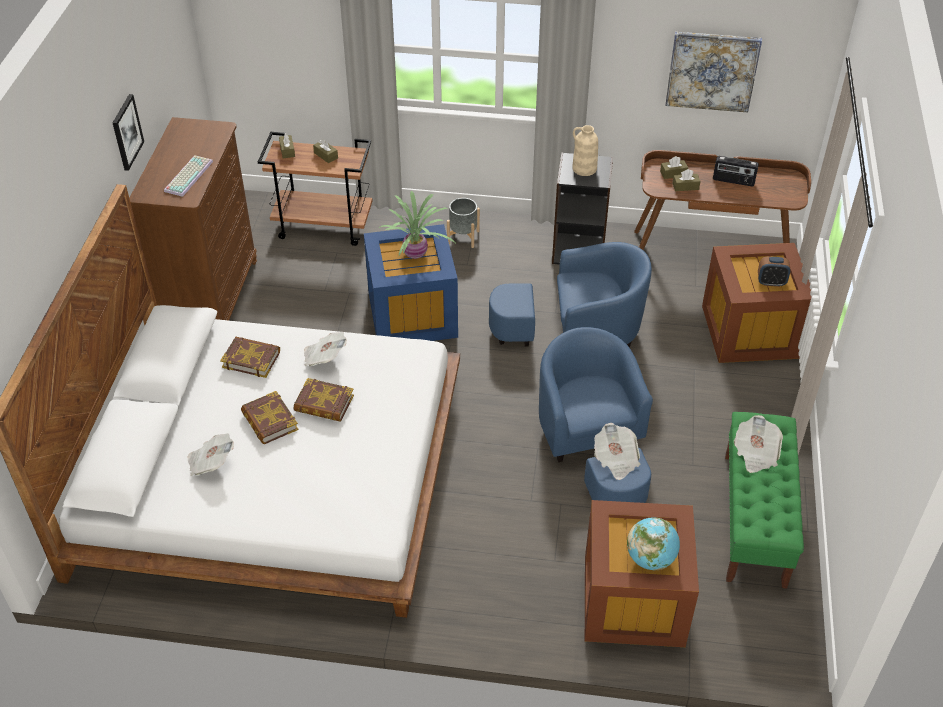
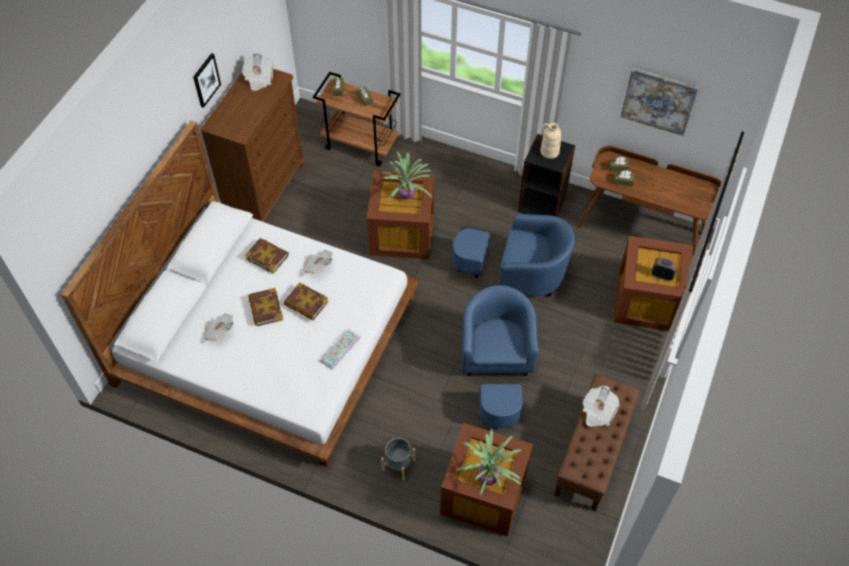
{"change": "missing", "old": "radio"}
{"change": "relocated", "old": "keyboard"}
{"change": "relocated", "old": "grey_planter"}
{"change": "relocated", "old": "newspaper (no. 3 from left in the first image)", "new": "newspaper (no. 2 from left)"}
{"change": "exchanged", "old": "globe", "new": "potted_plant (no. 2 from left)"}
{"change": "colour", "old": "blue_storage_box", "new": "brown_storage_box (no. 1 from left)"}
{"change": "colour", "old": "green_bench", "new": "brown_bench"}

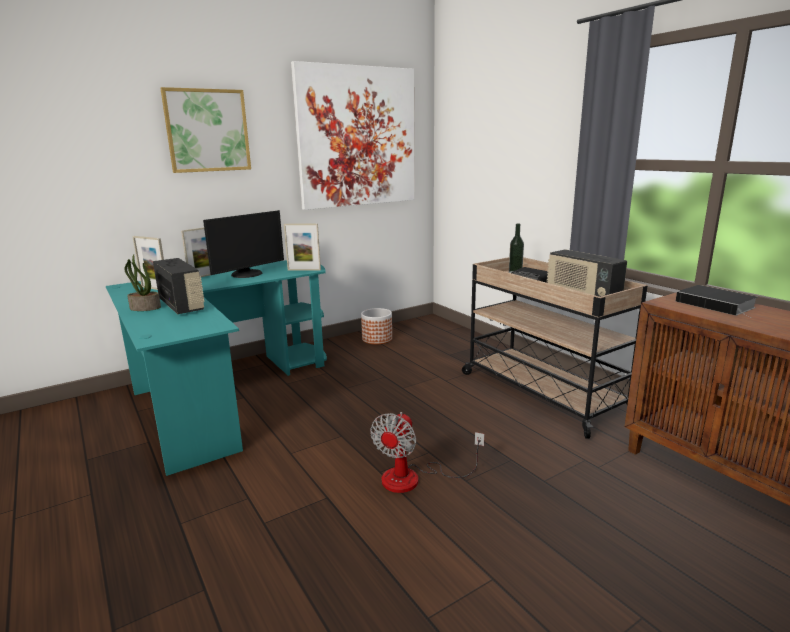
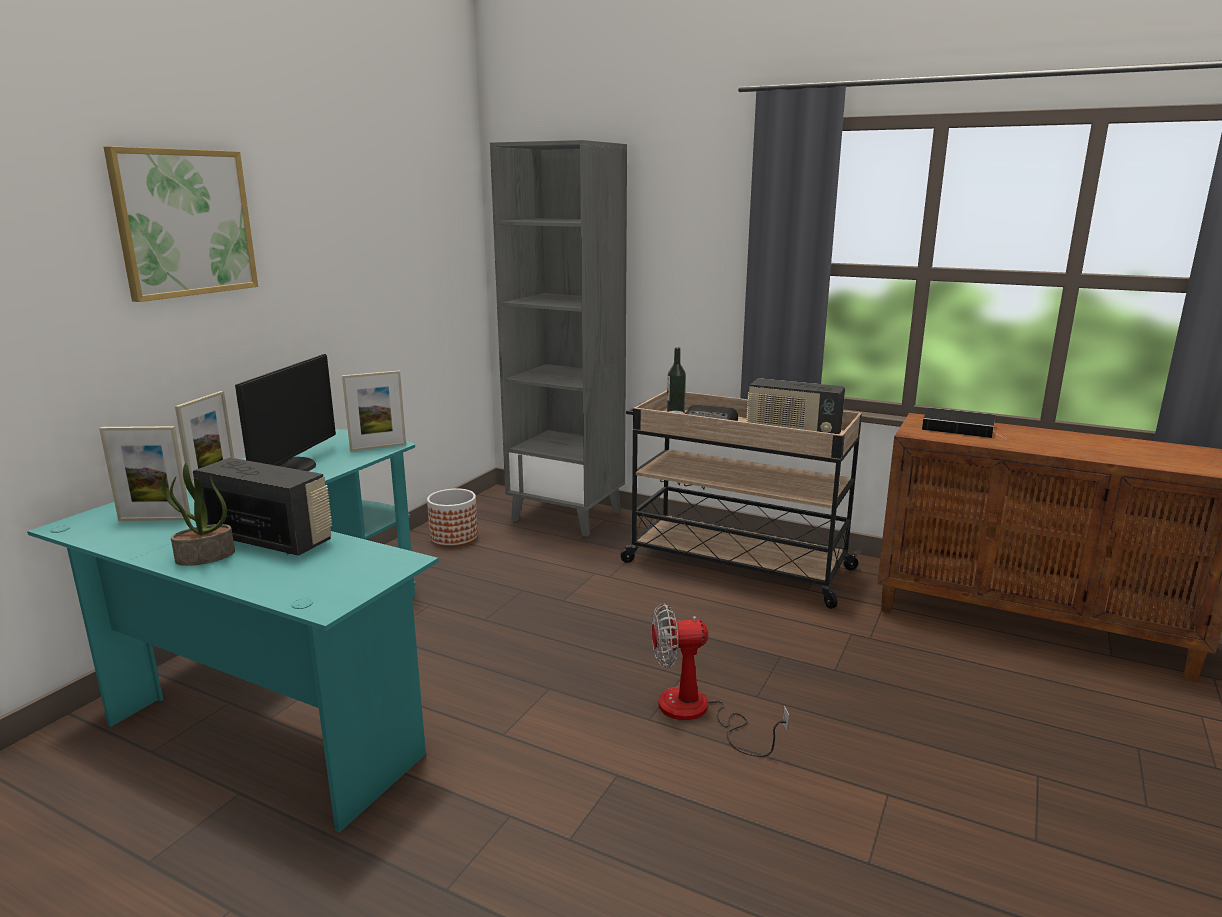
{"change": "missing", "old": "picture (no. 2 from left)"}
{"change": "appeared", "new": "grey_bookcase"}
{"change": "spun", "old": "fan", "degrees": 90}

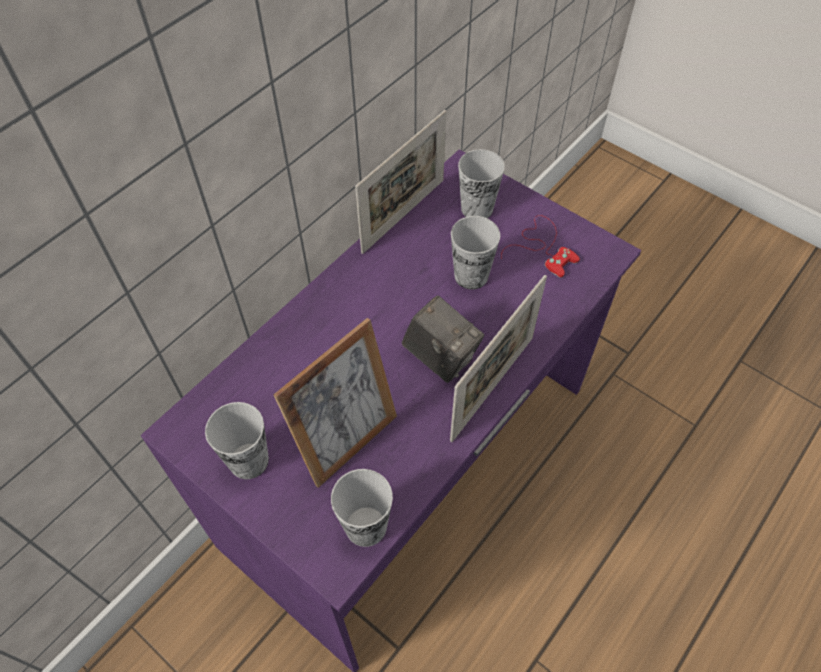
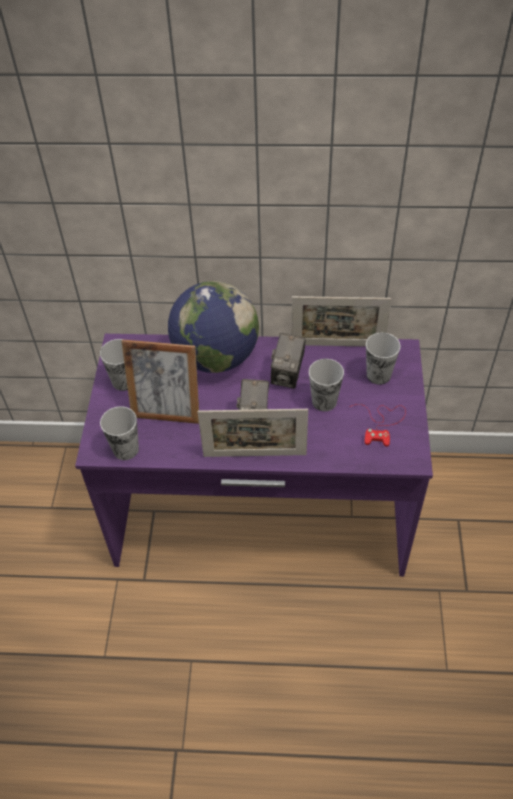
{"change": "appeared", "new": "globe"}
{"change": "appeared", "new": "photo_camera (no. 2 from left)"}

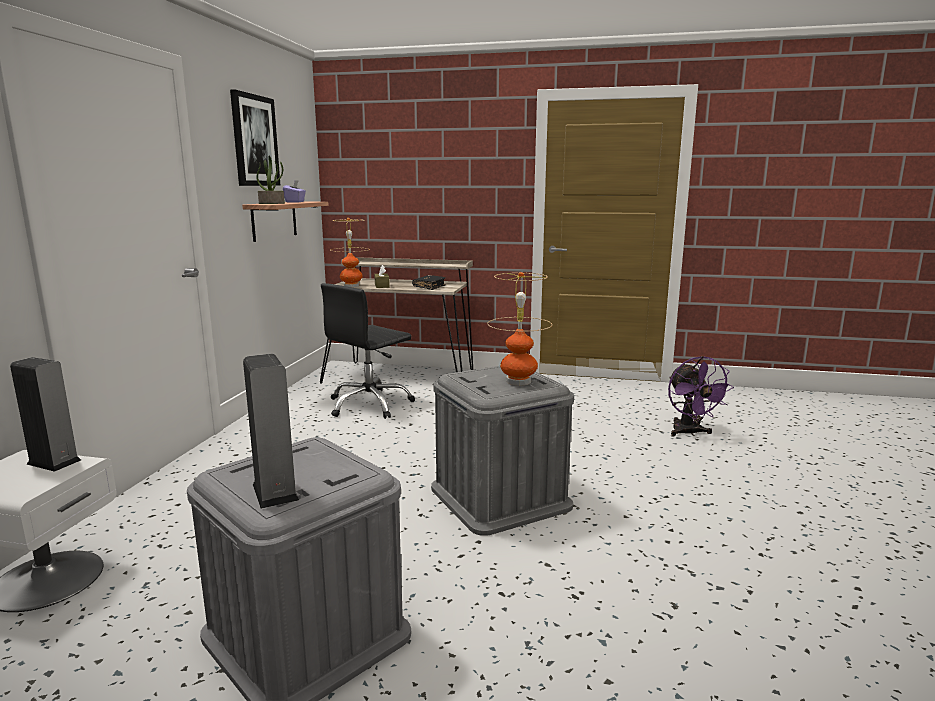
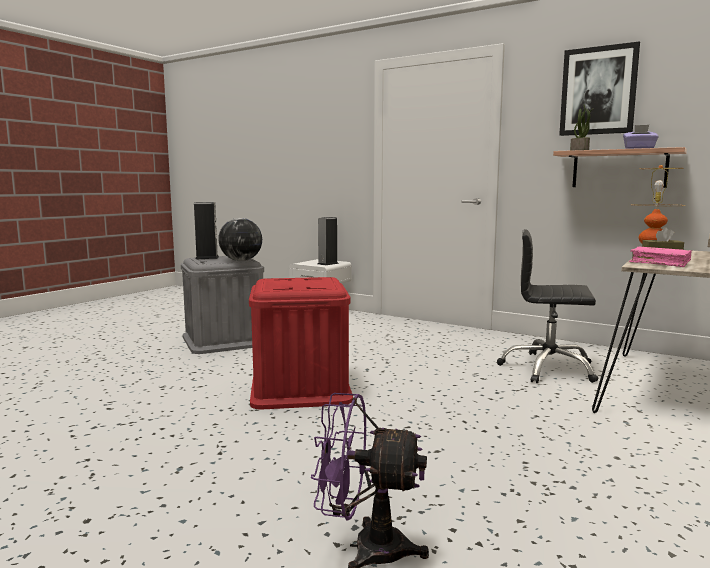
{"change": "missing", "old": "table_lamp (no. 2 from left)"}
{"change": "appeared", "new": "globe"}
{"change": "colour", "old": "black_book", "new": "pink_book"}
{"change": "colour", "old": "grey_storage_box (no. 2 from left)", "new": "red_storage_box"}
{"change": "spun", "old": "black_office_chair", "degrees": -45}

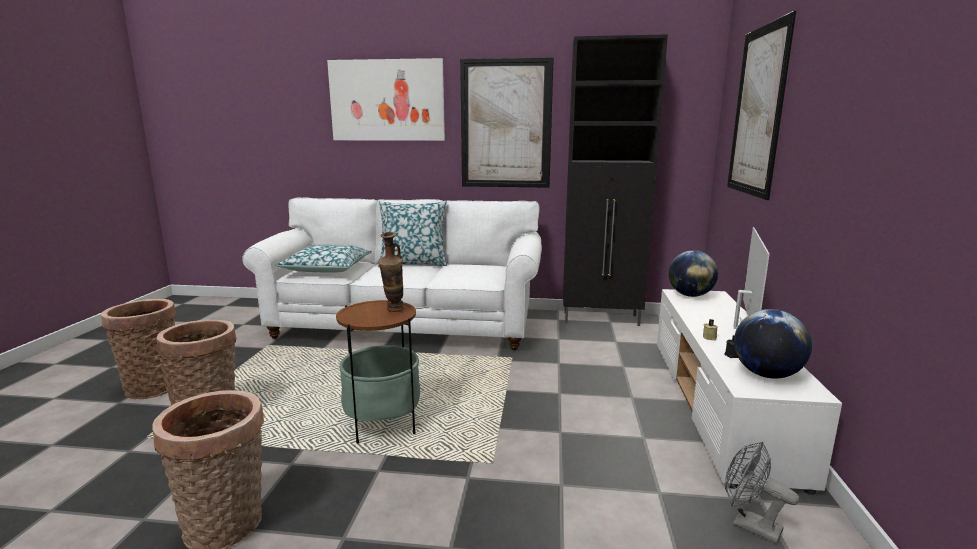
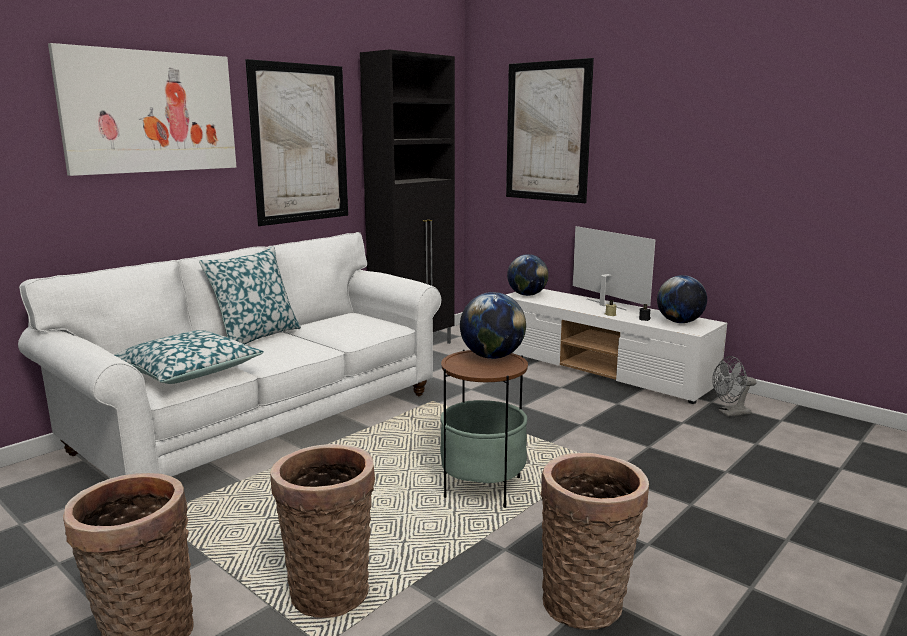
{"change": "exchanged", "old": "vase", "new": "globe (no. 1 from left)"}

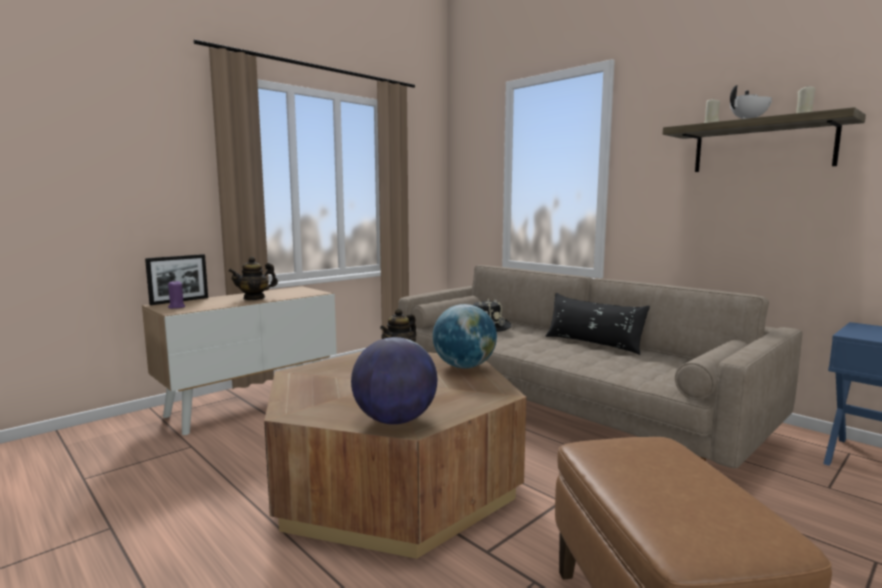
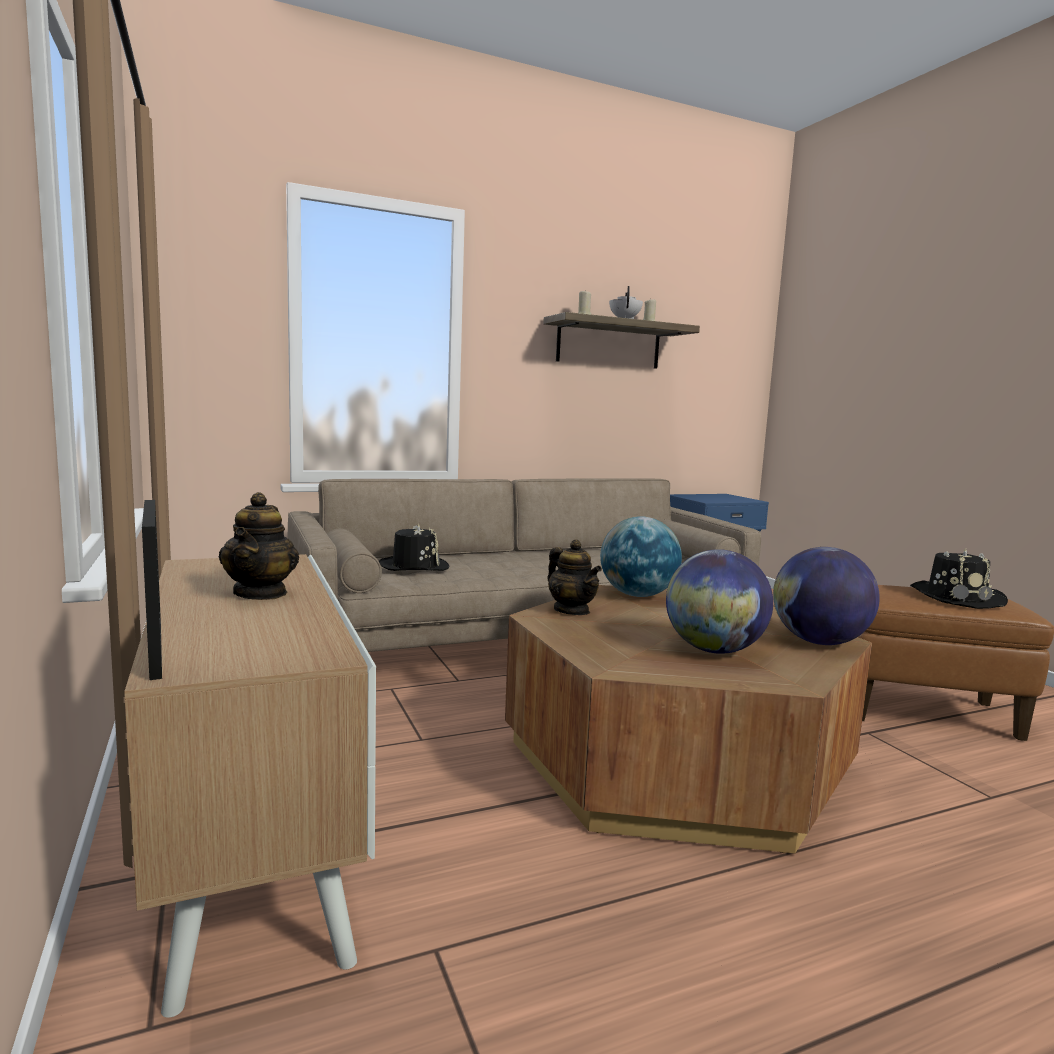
{"change": "missing", "old": "purple_candle"}
{"change": "missing", "old": "black_pillow"}
{"change": "appeared", "new": "globe (no. 2 from left)"}
{"change": "appeared", "new": "black_hat (no. 2 from left)"}

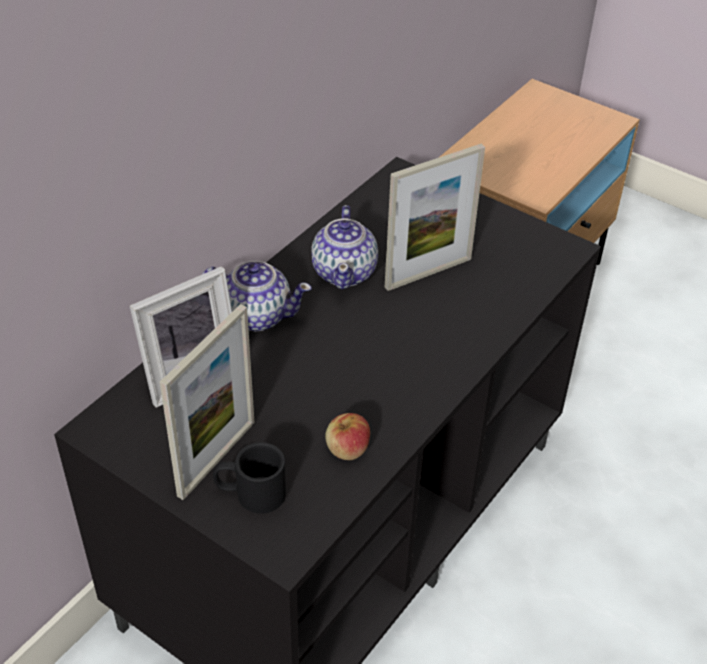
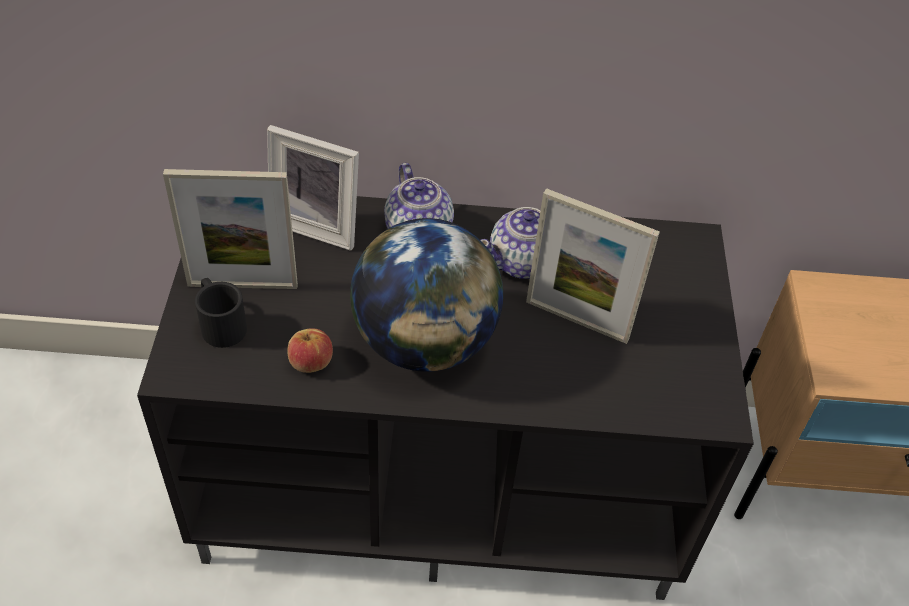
{"change": "appeared", "new": "globe"}

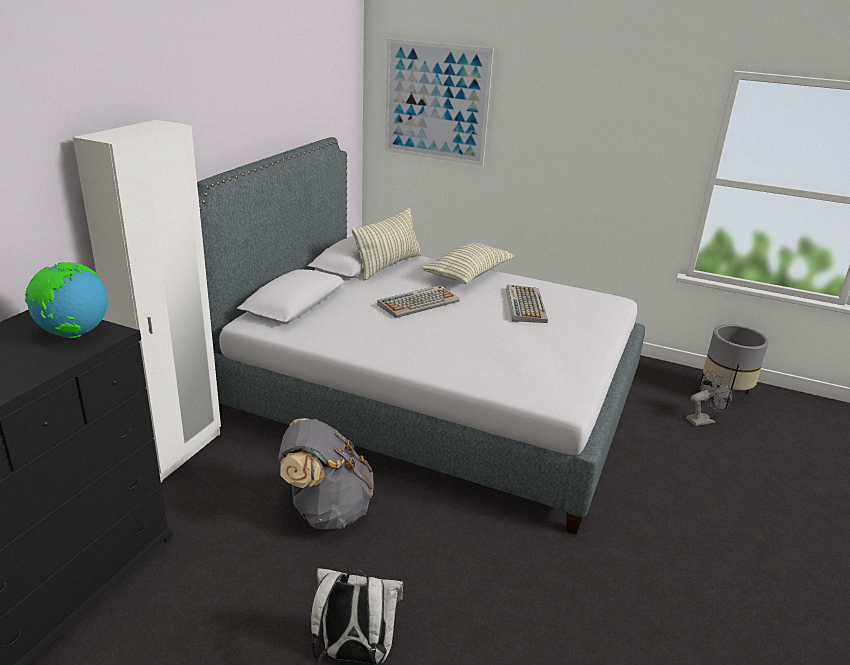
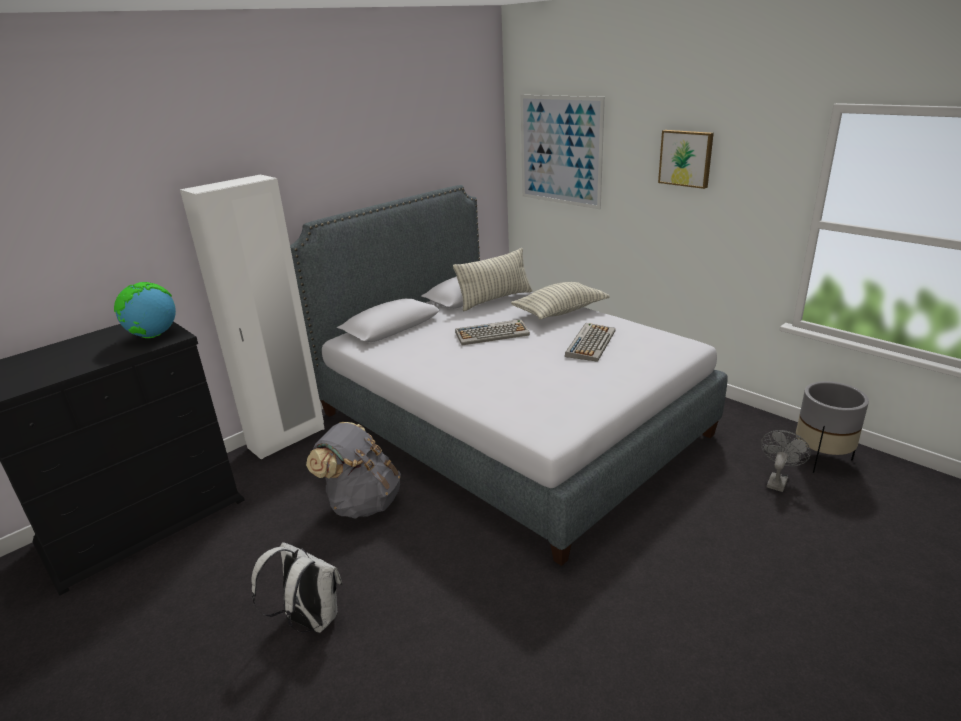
{"change": "appeared", "new": "picture (no. 2 from left)"}
{"change": "spun", "old": "grey_fan", "degrees": -60}

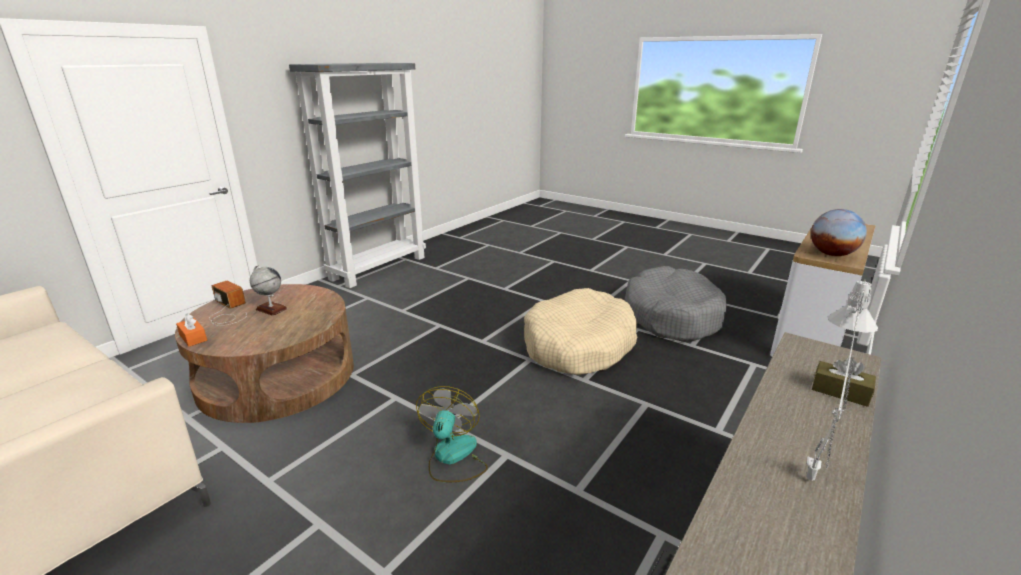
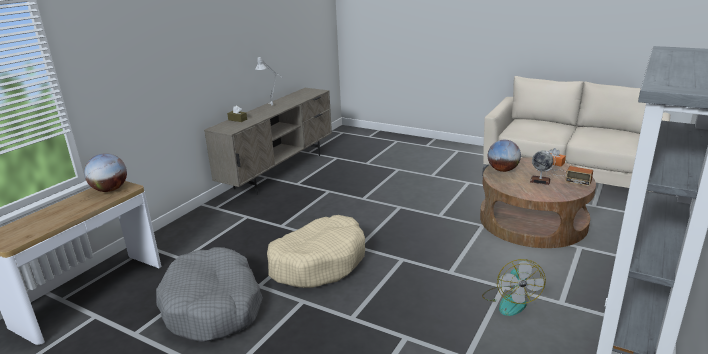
{"change": "appeared", "new": "globe (no. 2 from left)"}
{"change": "relocated", "old": "fan"}

